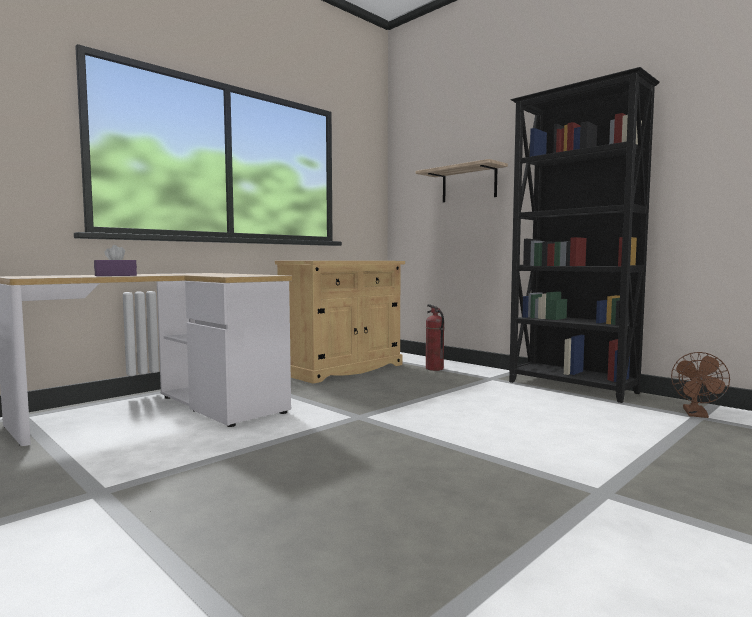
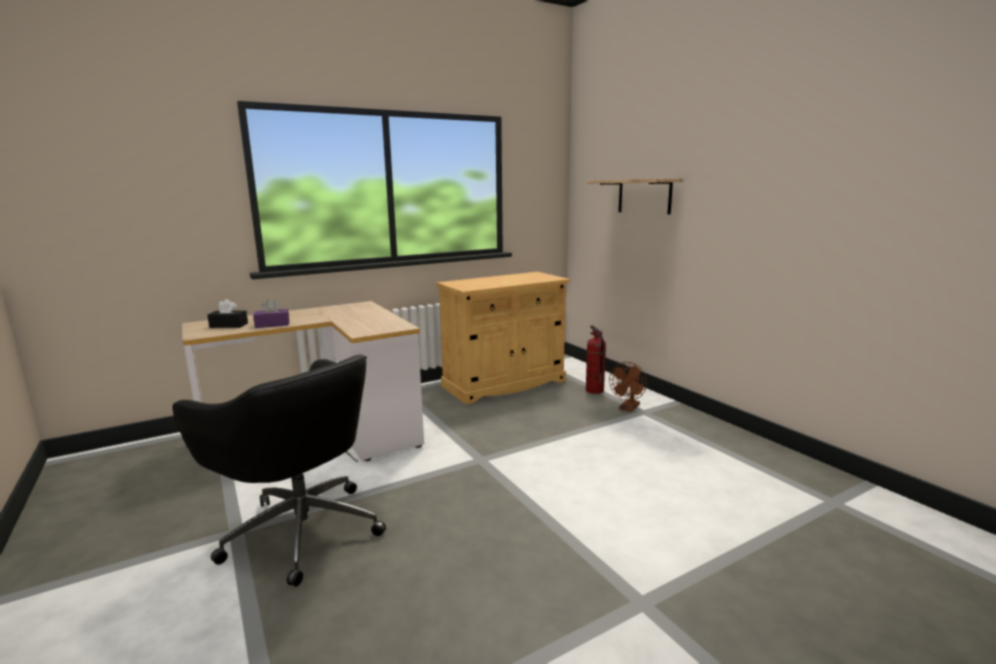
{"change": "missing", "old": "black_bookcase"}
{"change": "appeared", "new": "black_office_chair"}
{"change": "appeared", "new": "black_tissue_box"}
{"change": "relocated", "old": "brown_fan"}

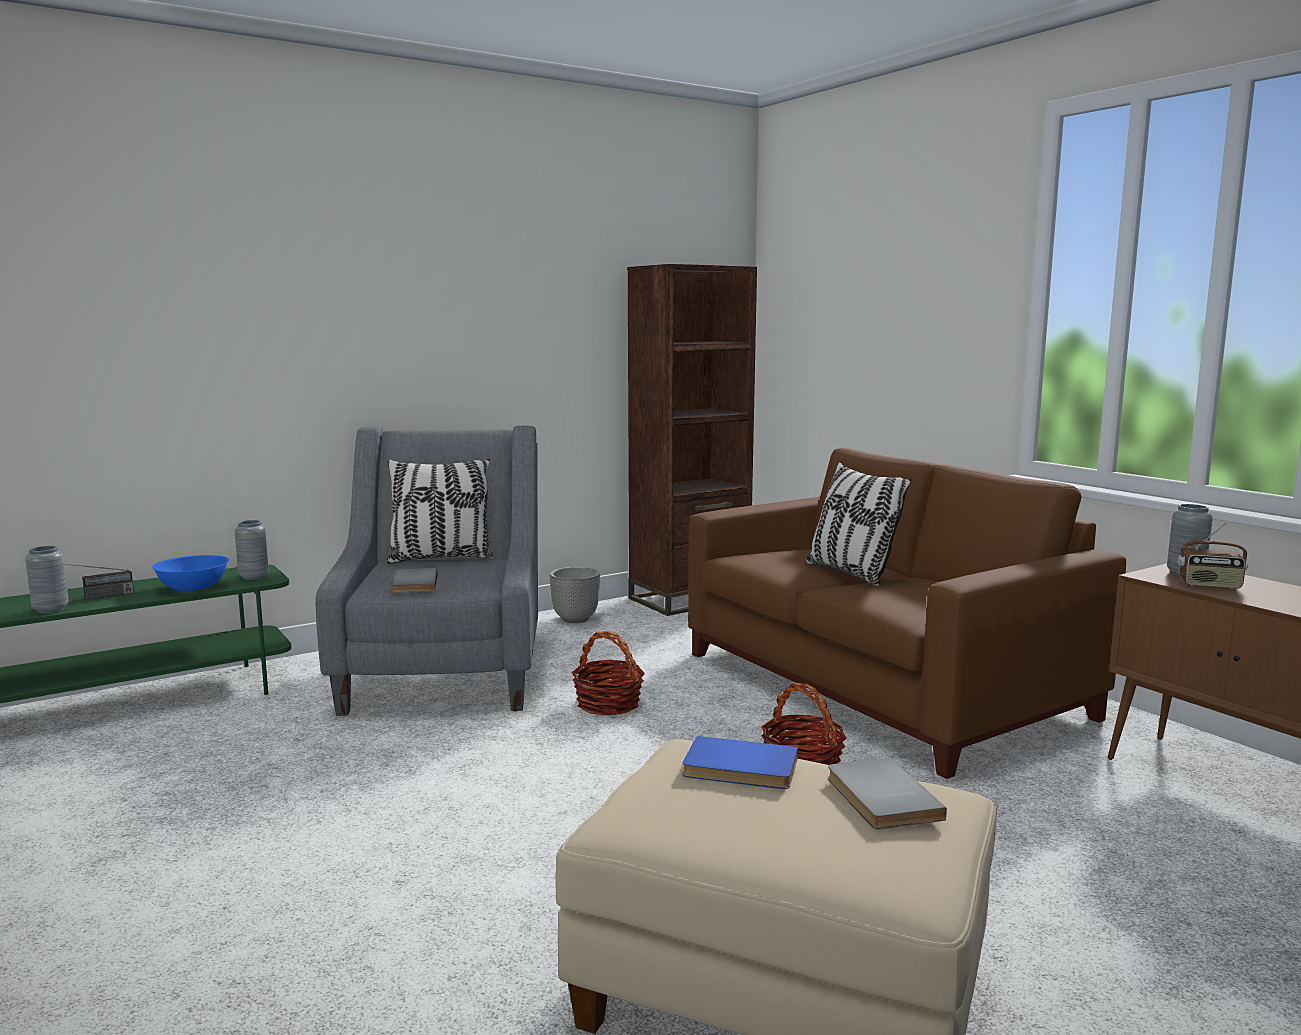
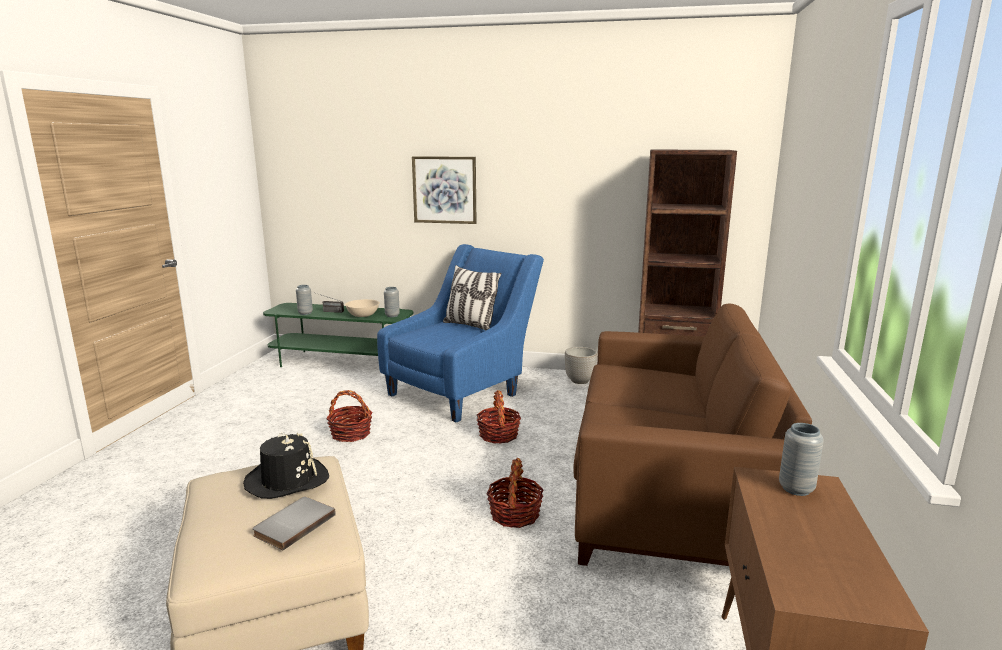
{"change": "missing", "old": "grey_book (no. 1 from left)"}
{"change": "missing", "old": "pillow (no. 2 from left)"}
{"change": "missing", "old": "radio (no. 2 from left)"}
{"change": "appeared", "new": "basket (no. 1 from left)"}
{"change": "appeared", "new": "picture"}
{"change": "exchanged", "old": "blue_book", "new": "black_hat"}
{"change": "colour", "old": "blue_bowl", "new": "beige_bowl"}
{"change": "colour", "old": "grey_armchair", "new": "blue_armchair"}

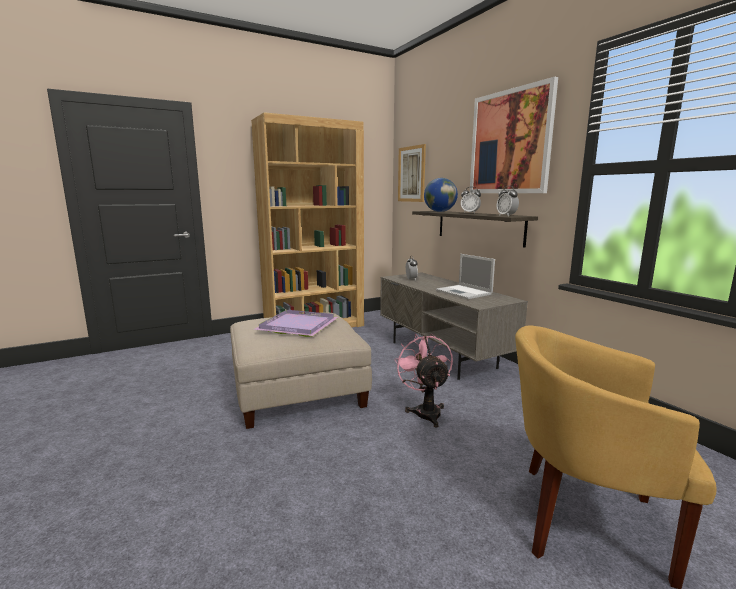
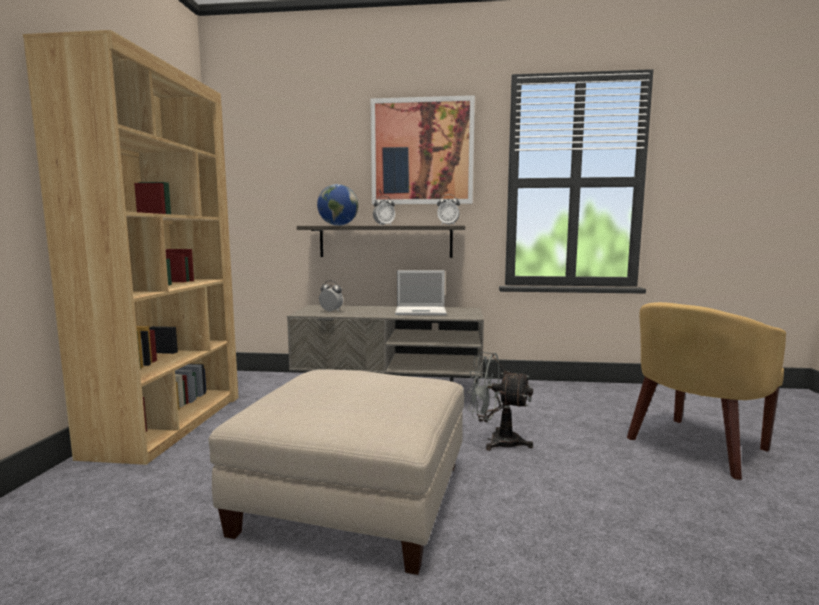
{"change": "missing", "old": "purple_tray"}
{"change": "missing", "old": "picture (no. 1 from left)"}
{"change": "colour", "old": "pink_fan", "new": "grey_fan"}

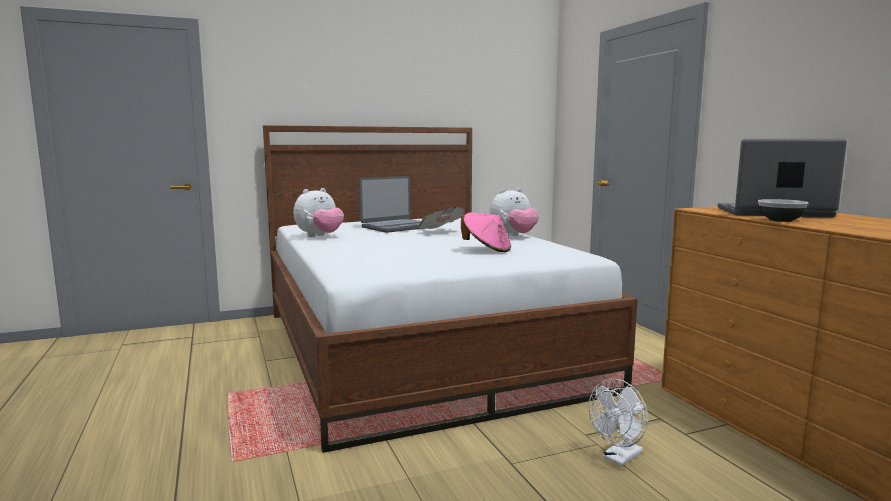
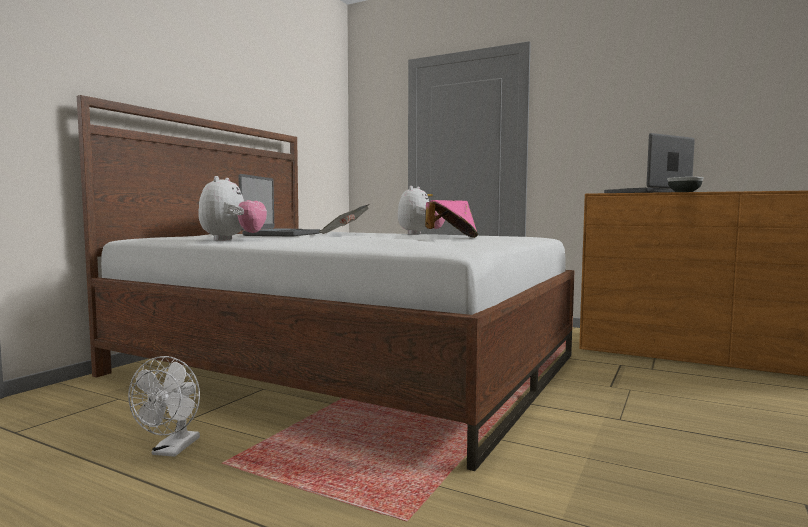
{"change": "relocated", "old": "white_fan"}

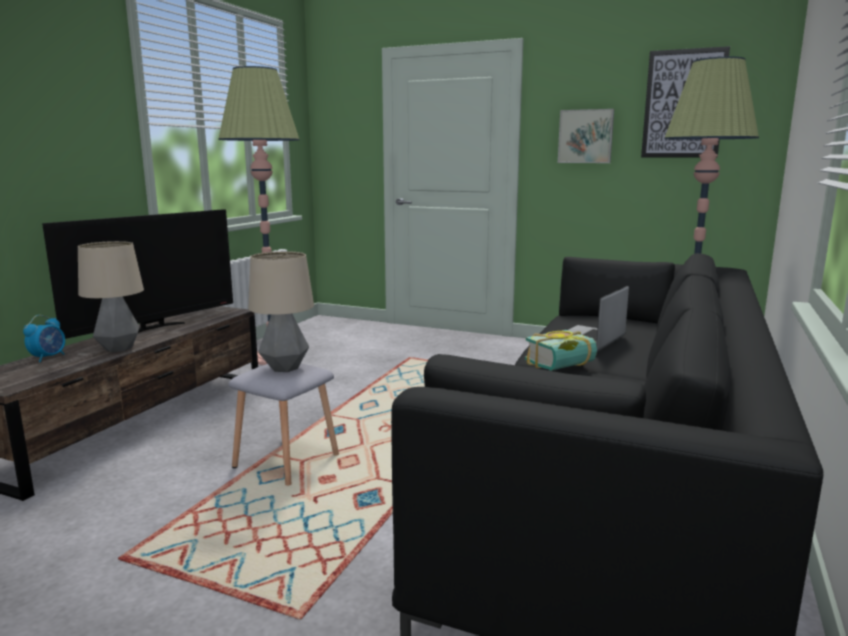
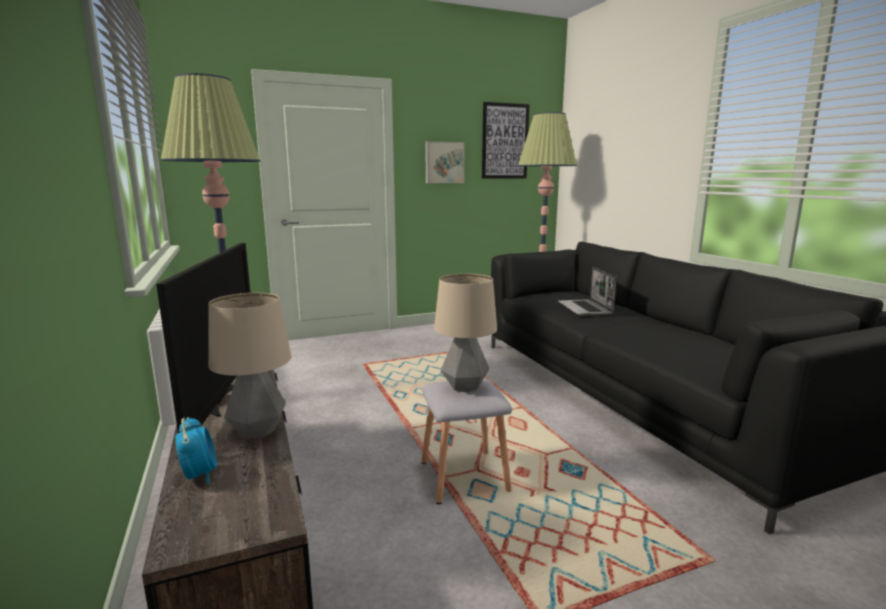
{"change": "missing", "old": "book"}

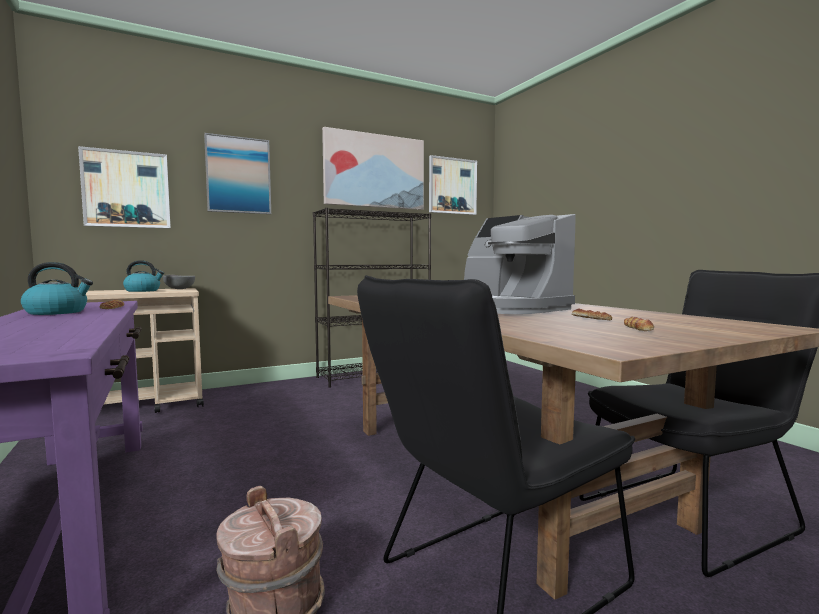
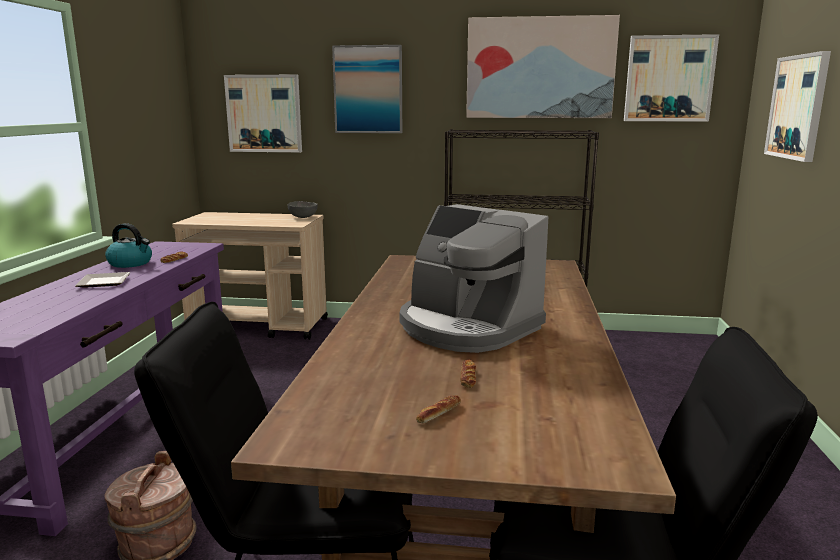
{"change": "missing", "old": "kettle (no. 2 from left)"}
{"change": "appeared", "new": "plate"}
{"change": "appeared", "new": "picture (no. 5 from left)"}
{"change": "spun", "old": "coffee_machine", "degrees": -45}

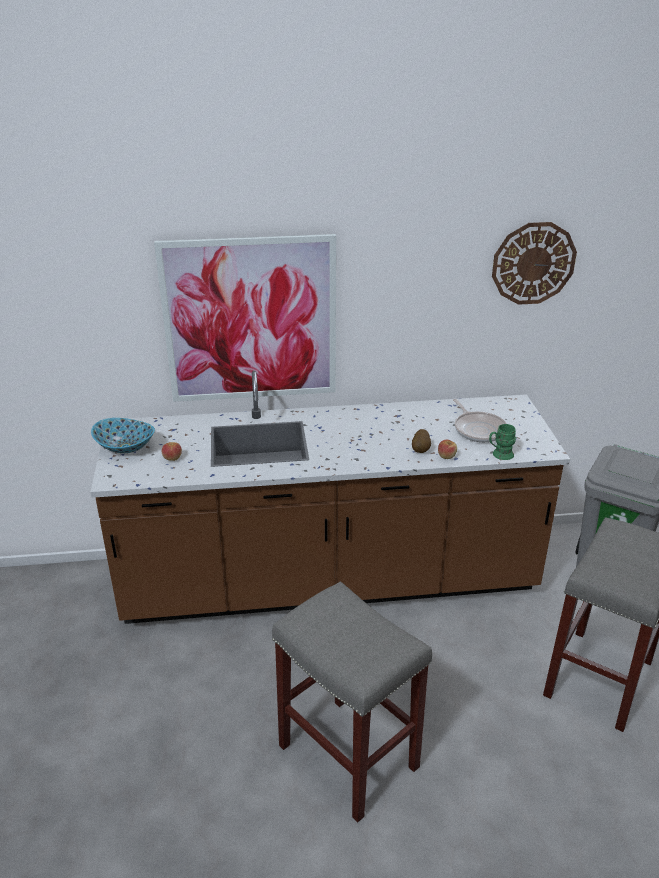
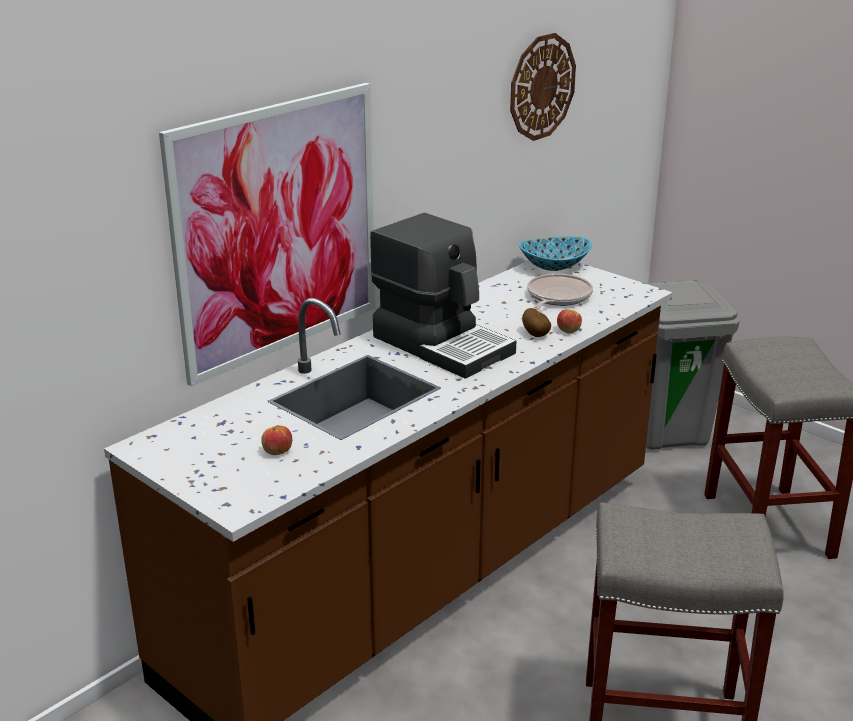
{"change": "missing", "old": "green_mug"}
{"change": "appeared", "new": "coffee_machine"}
{"change": "relocated", "old": "bowl"}
{"change": "spun", "old": "frying_pan", "degrees": -90}

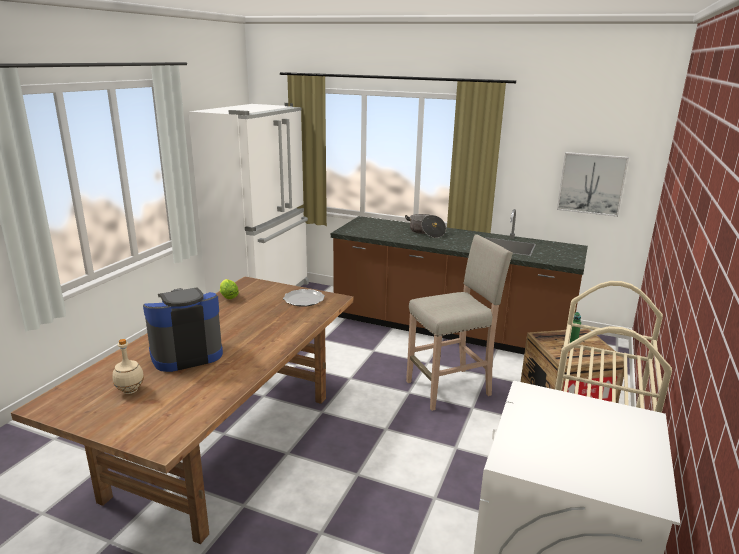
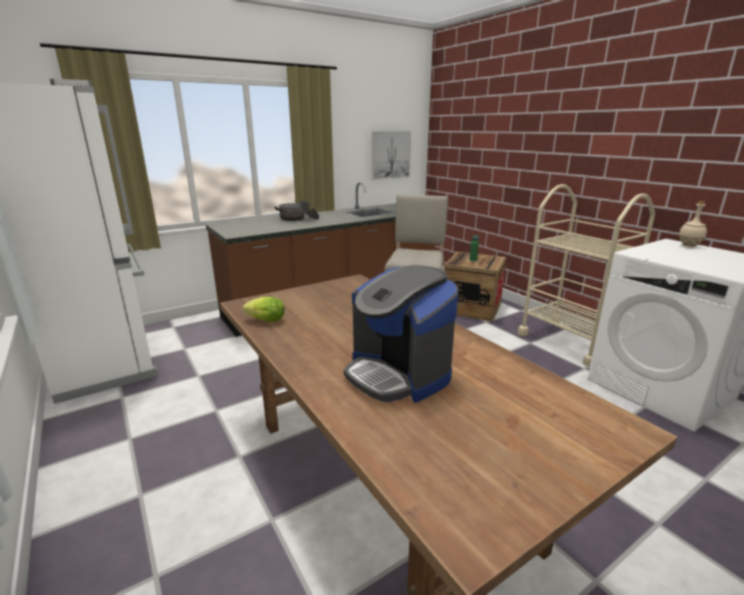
{"change": "missing", "old": "plate"}
{"change": "relocated", "old": "beige_bottle"}
{"change": "spun", "old": "coffee_machine", "degrees": -45}

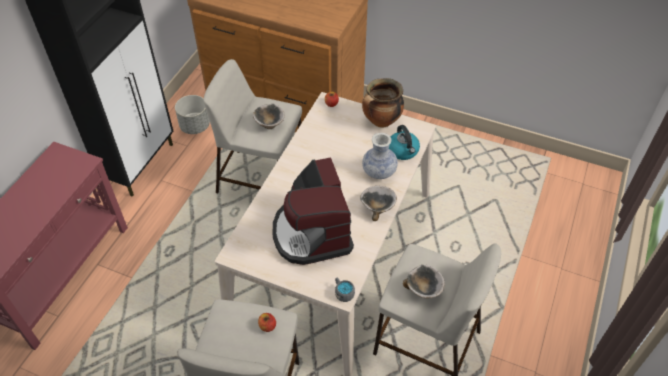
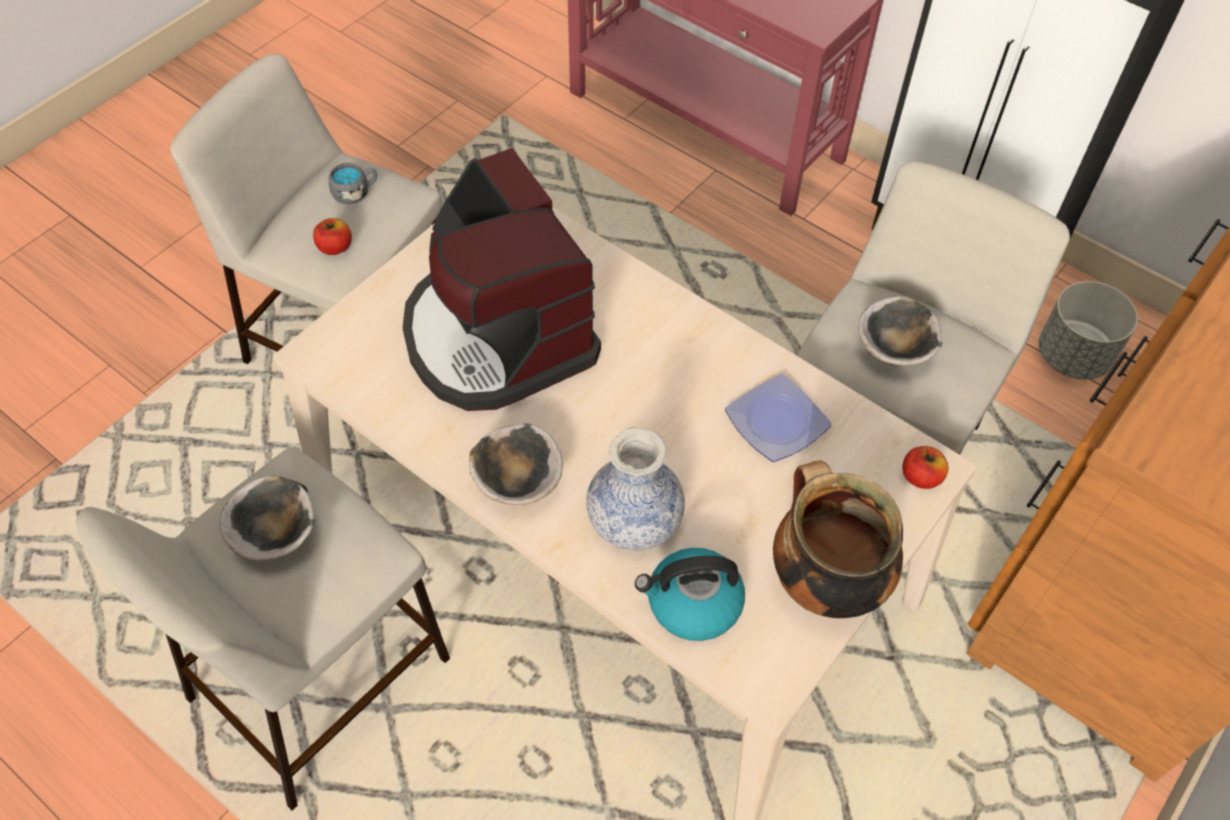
{"change": "appeared", "new": "plate"}
{"change": "relocated", "old": "grey_mug"}
{"change": "spun", "old": "coffee_machine", "degrees": -120}

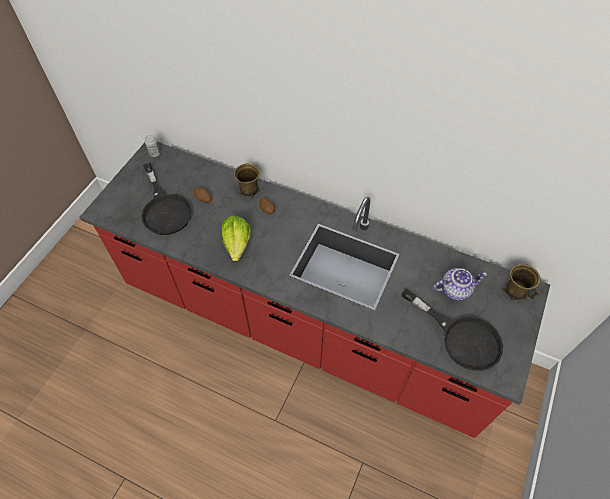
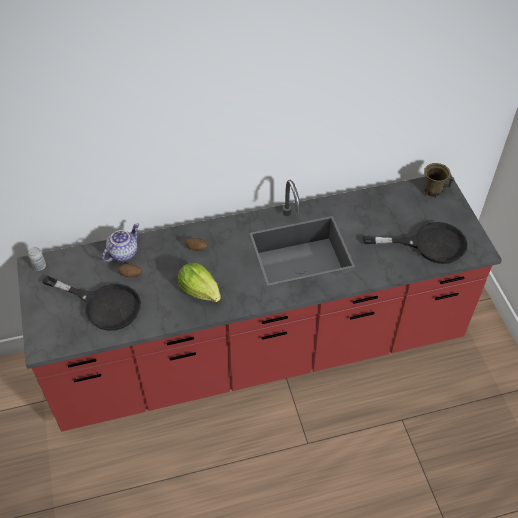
{"change": "missing", "old": "brown_mug (no. 1 from left)"}
{"change": "relocated", "old": "teapot"}

